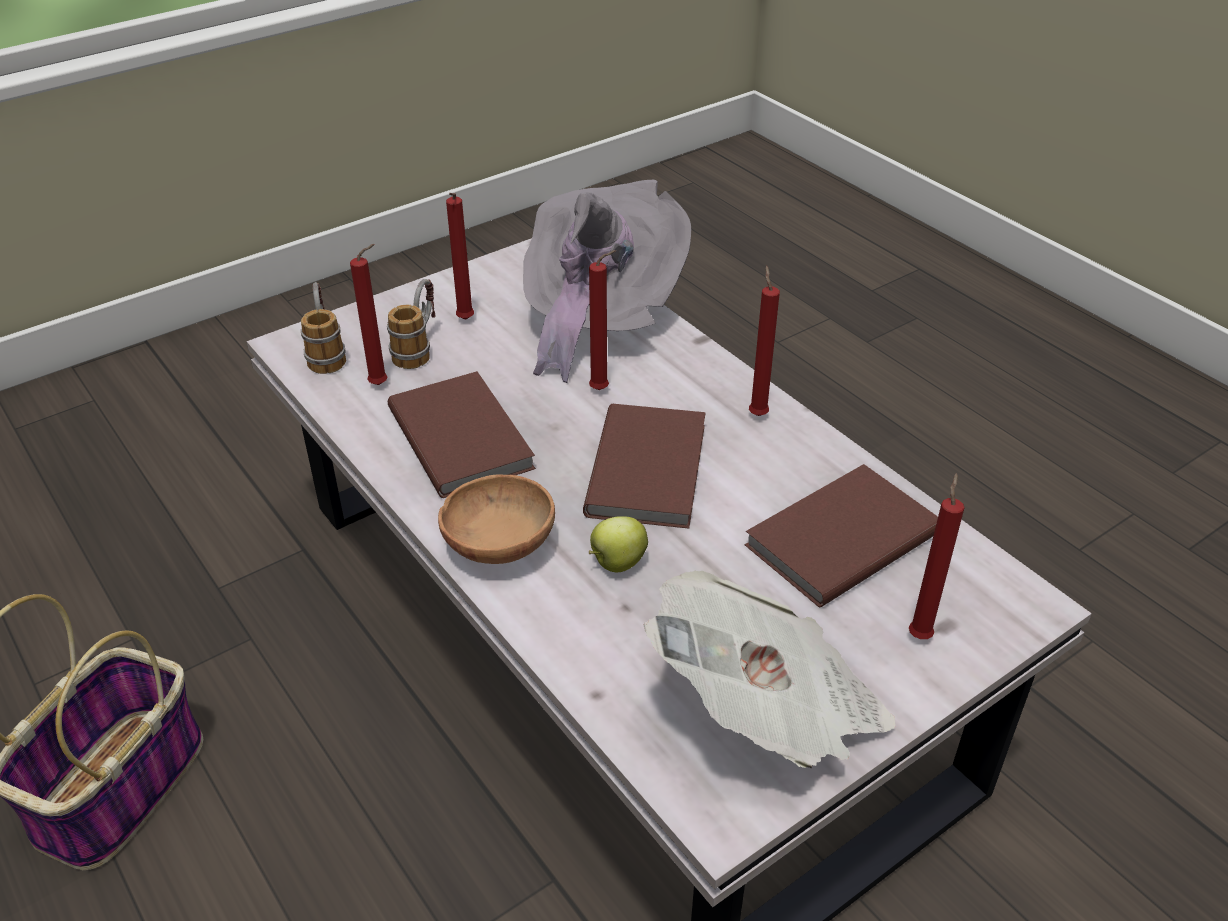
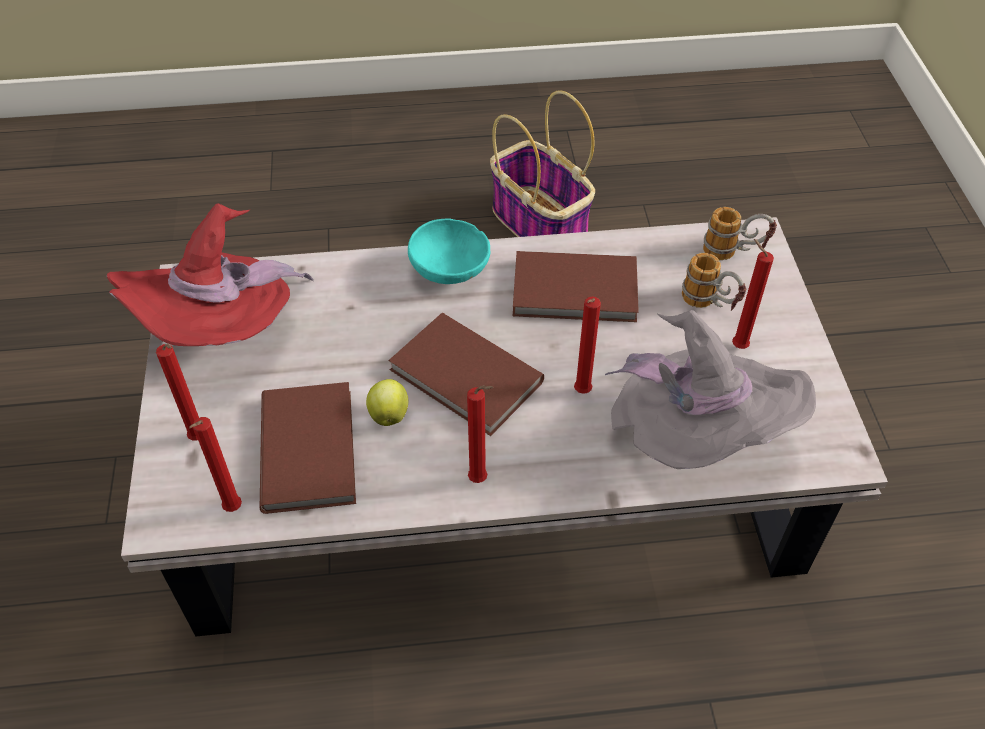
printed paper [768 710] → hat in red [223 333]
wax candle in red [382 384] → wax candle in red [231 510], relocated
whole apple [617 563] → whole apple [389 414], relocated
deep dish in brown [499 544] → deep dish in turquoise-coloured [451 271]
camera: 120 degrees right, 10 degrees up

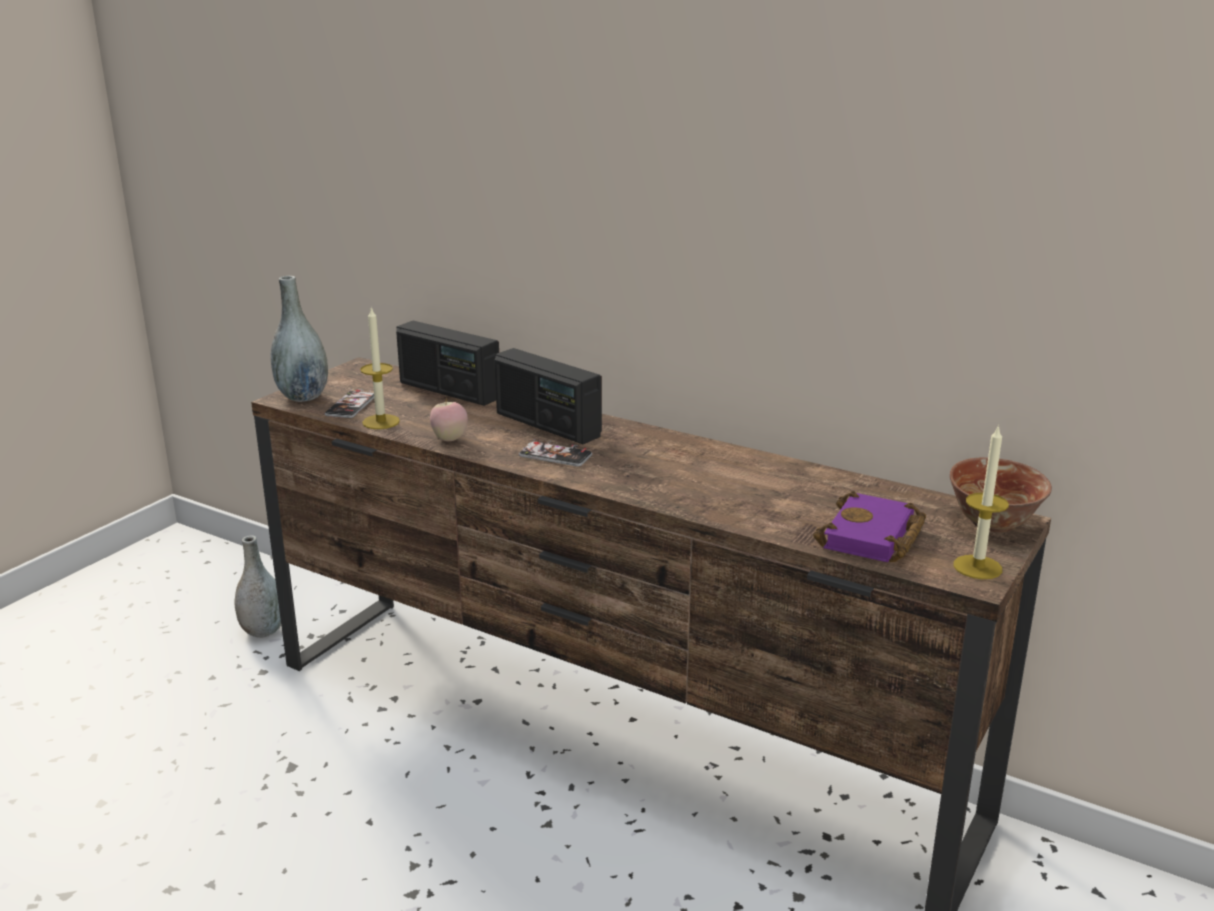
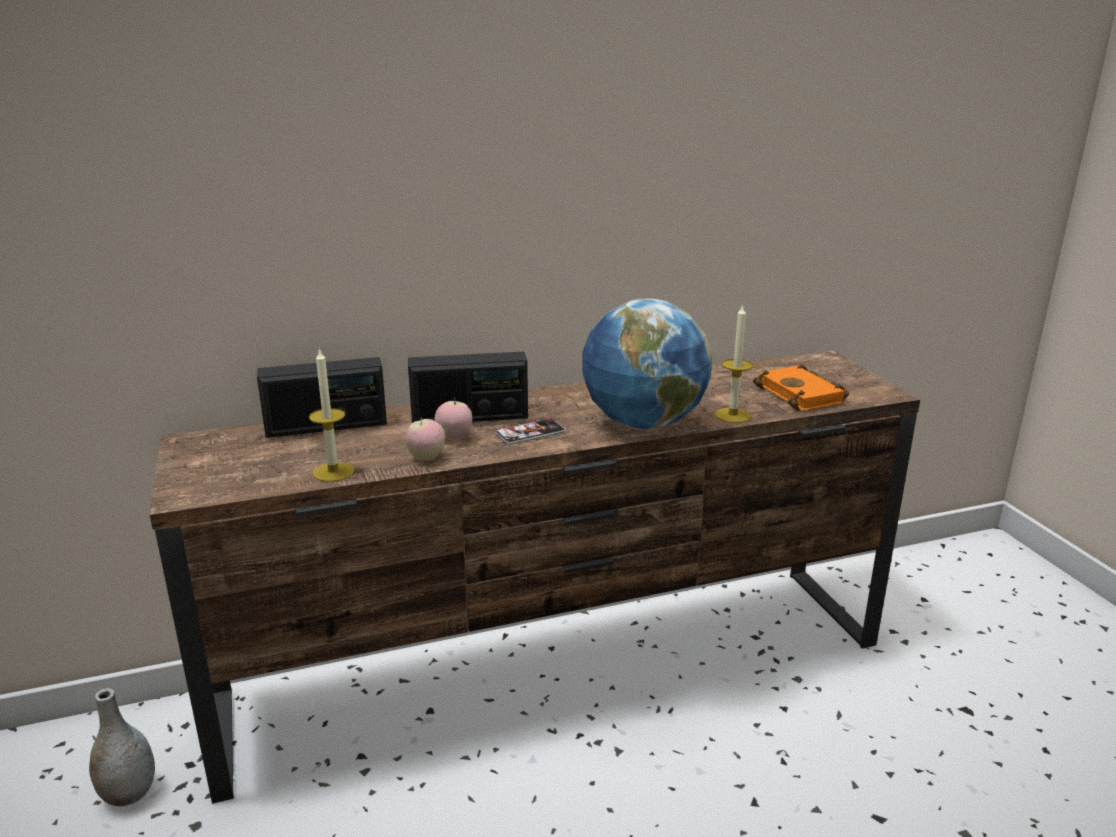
- → whole apple [454 438]
- → desk globe [643 423]
wax candle [977 567] → wax candle [732 415], relocated
book in purple [873 538] → book in orange-coloured [803 395]
decorative vase in grey [303 396] → -
handset [350 406] → -
deep dish [993 523] → -
camera: 50 degrees left, 0 degrees up

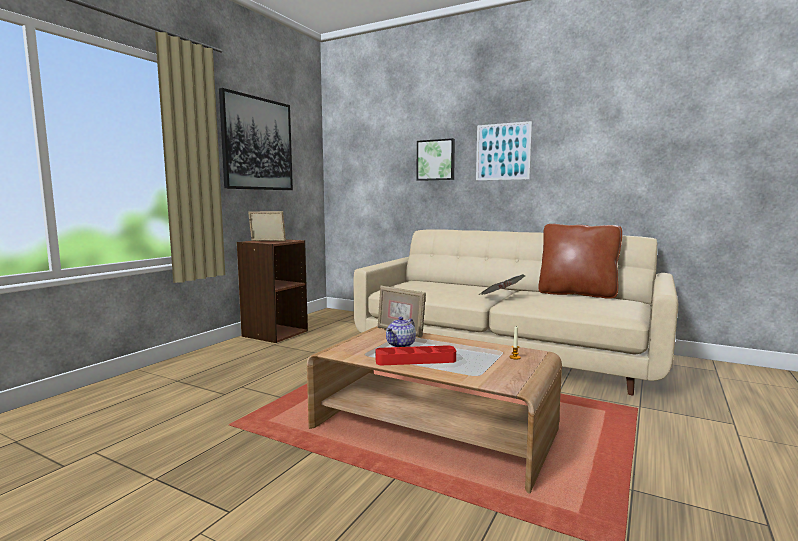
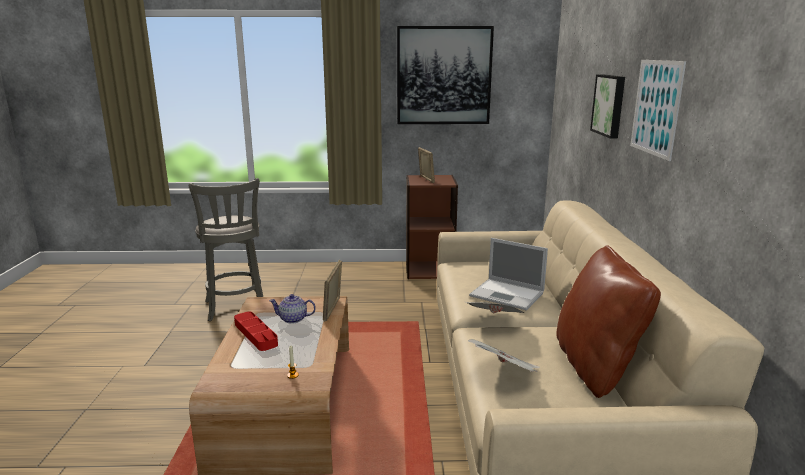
- → sitting stool in grey [236 308]
- → printed paper [505 373]
- → laptop [508 295]
camera: 60 degrees right, 10 degrees up

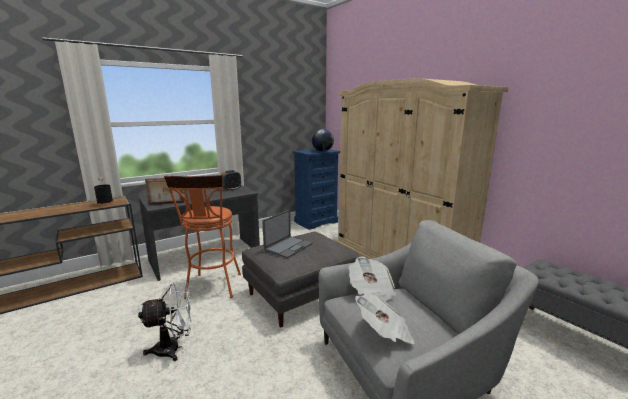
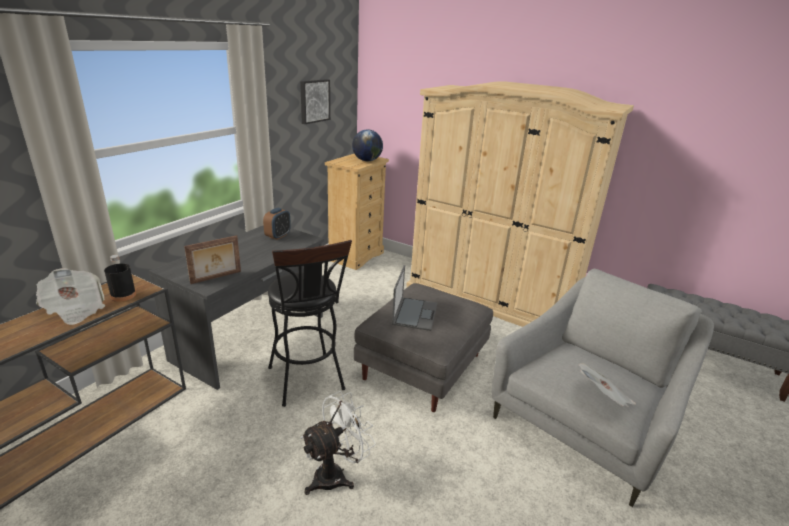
printed paper [371 292] → printed paper [75 309], relocated
sitting stool in orange-coloured [213 288] → sitting stool in blackish [308 382]
- → wall art [314 101]
chest of drawers in blue [316 222] → chest of drawers in beige-coloured [355 256]
camera: 25 degrees left, 10 degrees up

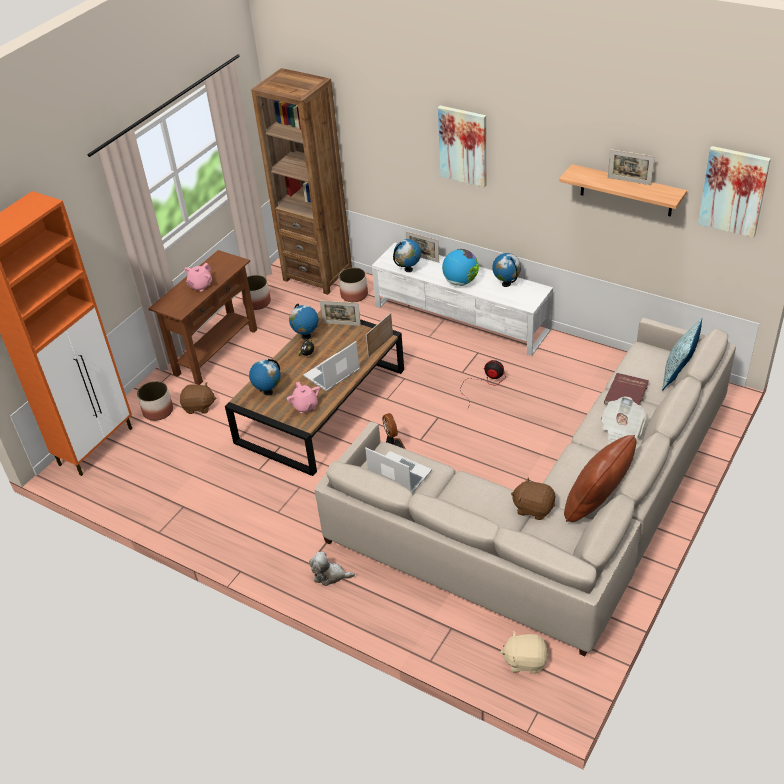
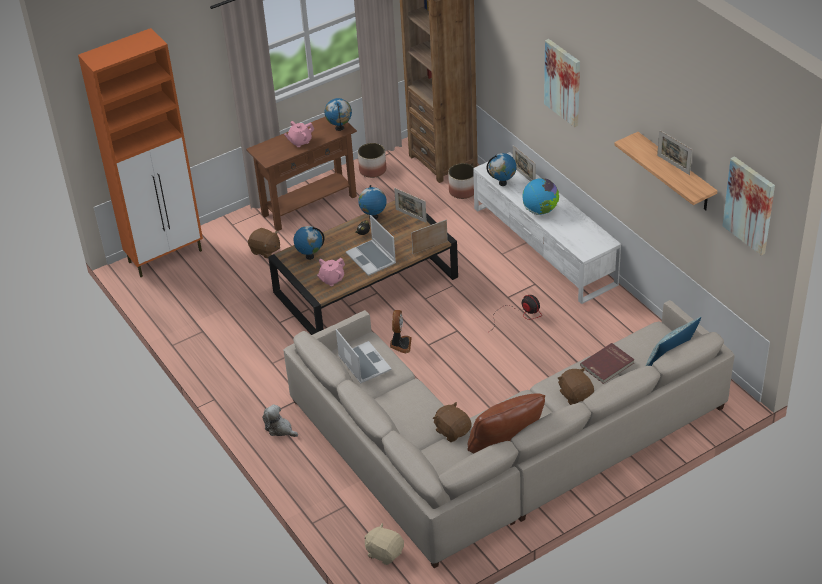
teapot in pink-coloured [305 406] → teapot in pink-coloured [331 279], 45 degrees clockwise
desk globe [506 284] → desk globe [339 128], relocated
laptop [332 374] → laptop [372 259], 105 degrees counterclockwise
printed paper [621 431] → soft toy in brown [576 395]
plant pot [158 411] → -
camera: 25 degrees right, 0 degrees up

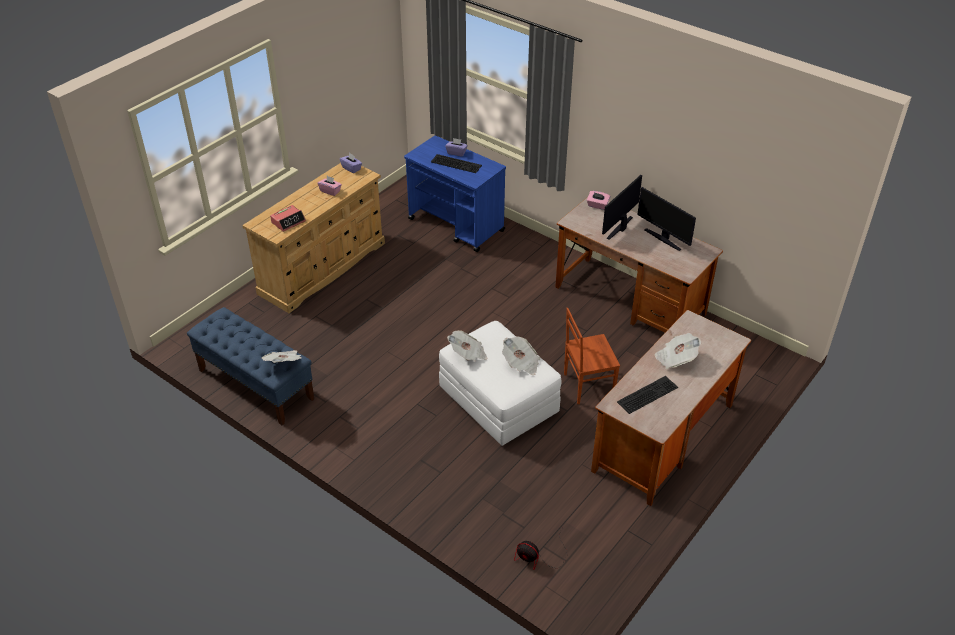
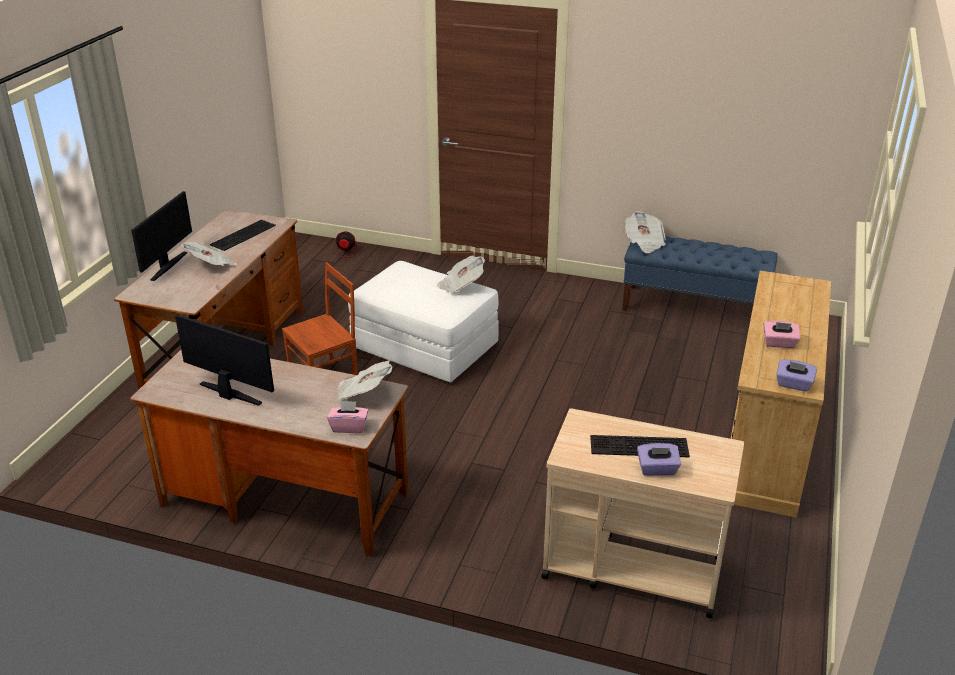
monitor [621 228] → monitor [167 266], relocated
printed paper [521 363] → printed paper [363 393], relocated
wheeled cart in blue [456 225] → wheeled cart in beige-coloured [631 567]
alarm clock [288 221] → -
camera: 160 degrees right, 10 degrees down

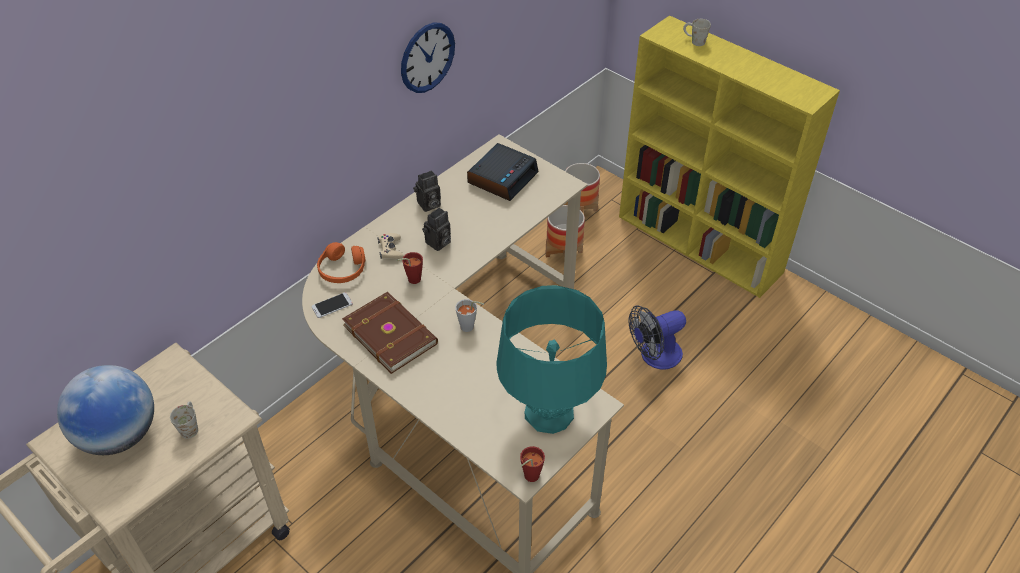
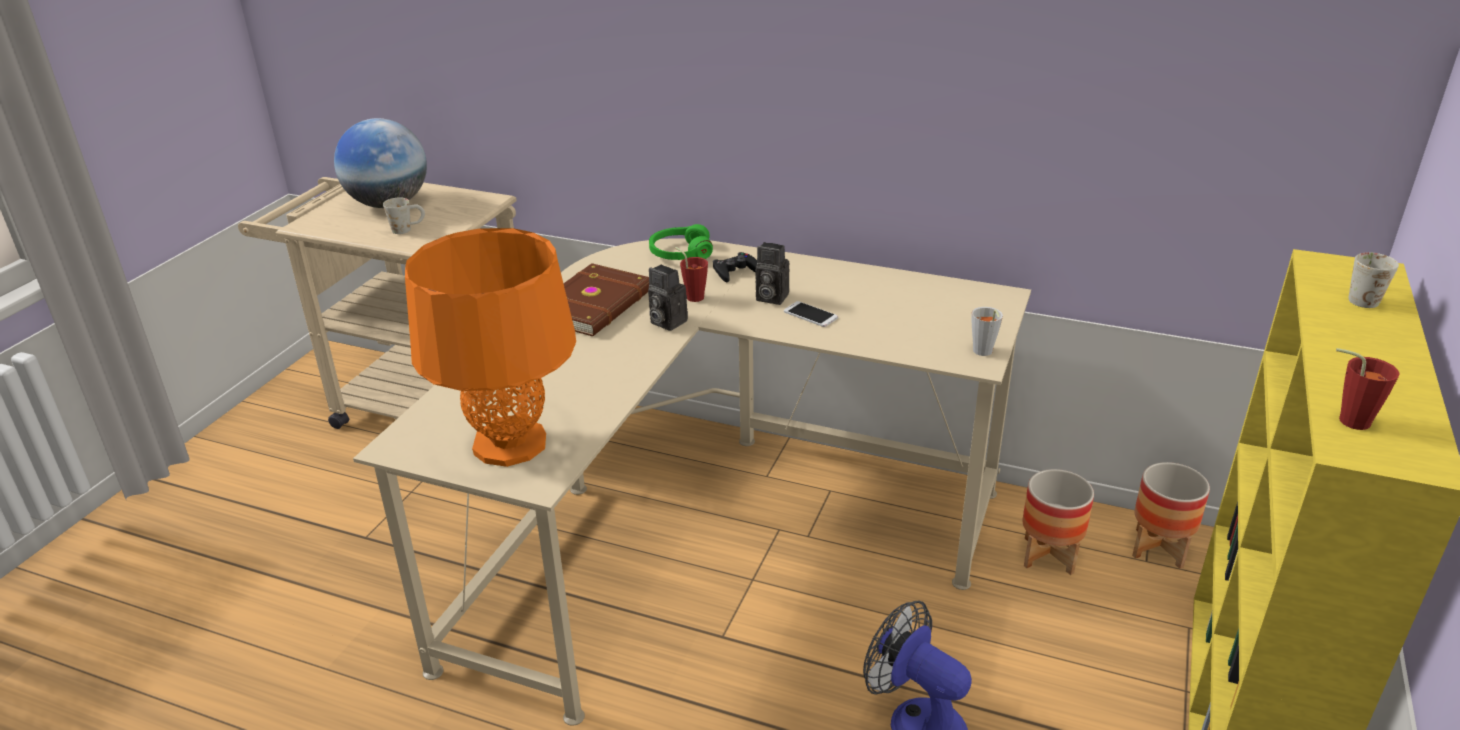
tabletop lamp in turquoise-coloured [549 413] → tabletop lamp in orange-coloured [509 444]
photo camera [428 205] → photo camera [666 322], relocated
headset in orange-coloured [342 269] → headset in green [680 253]
game controller in beige-coloured [390 249] → game controller in blackish [735 271]
handset [332 305] → handset [810 315], relocated
drinking cup in grey [470 327] → drinking cup in grey [983 353], relocated
drinking cup in red [529 477] → drinking cup in red [1347 420], relocated
hanging clock [427 57] → -
alarm clock [502 177] → -
camera: 70 degrees right, 15 degrees down

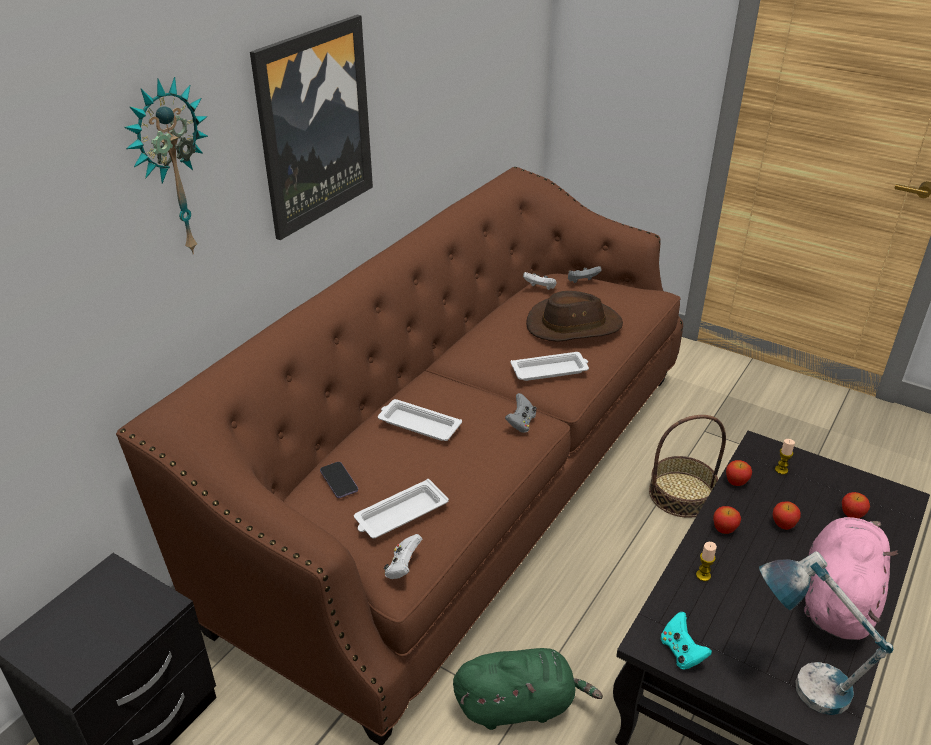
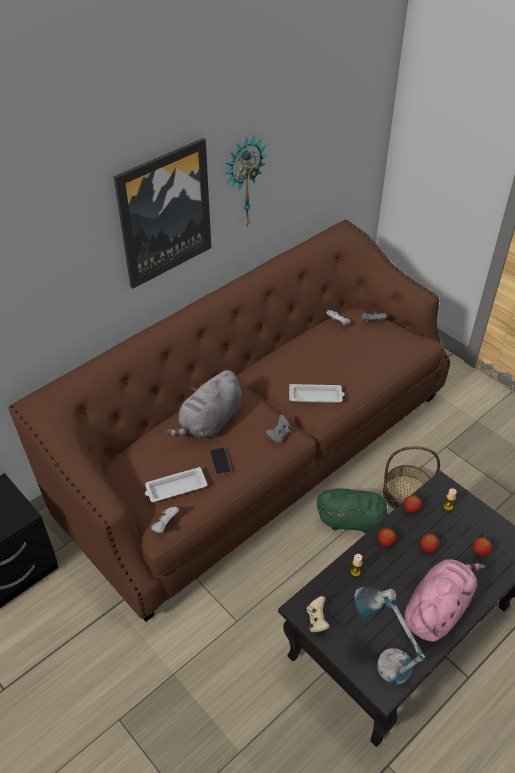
tray in whitish [418 424] → soft toy in grey [210 422]
handset [339 481] → handset [220 462], relocated
hanging clock [170 169] → hanging clock [243 182], relocated
game controller in turquoise-coloured [681 652] → game controller in beige-coloured [317 620]
soft toy in green [519 705] → soft toy in green [354 521], relocated
hat in brown [573 325] → -
camera: 15 degrees right, 10 degrees up

